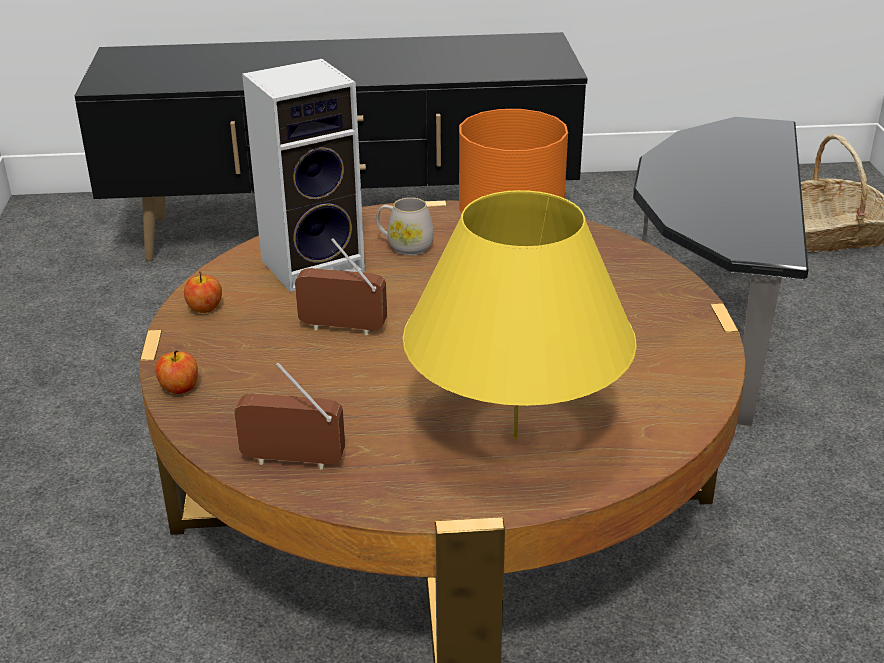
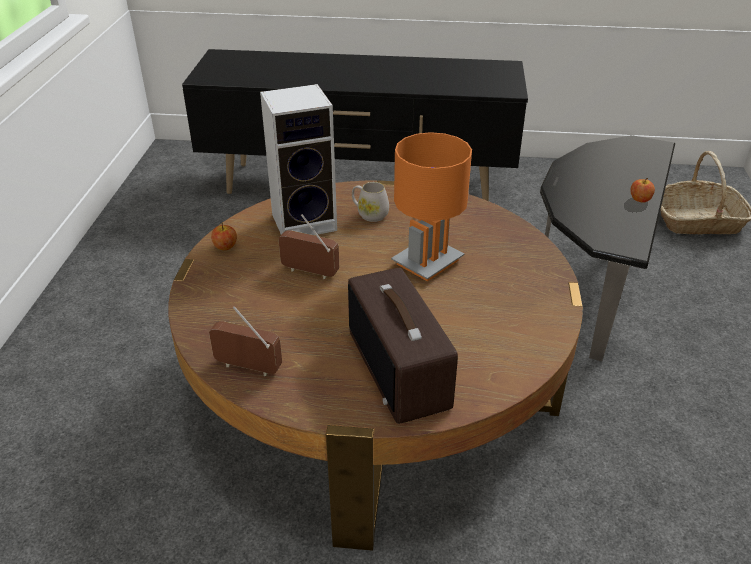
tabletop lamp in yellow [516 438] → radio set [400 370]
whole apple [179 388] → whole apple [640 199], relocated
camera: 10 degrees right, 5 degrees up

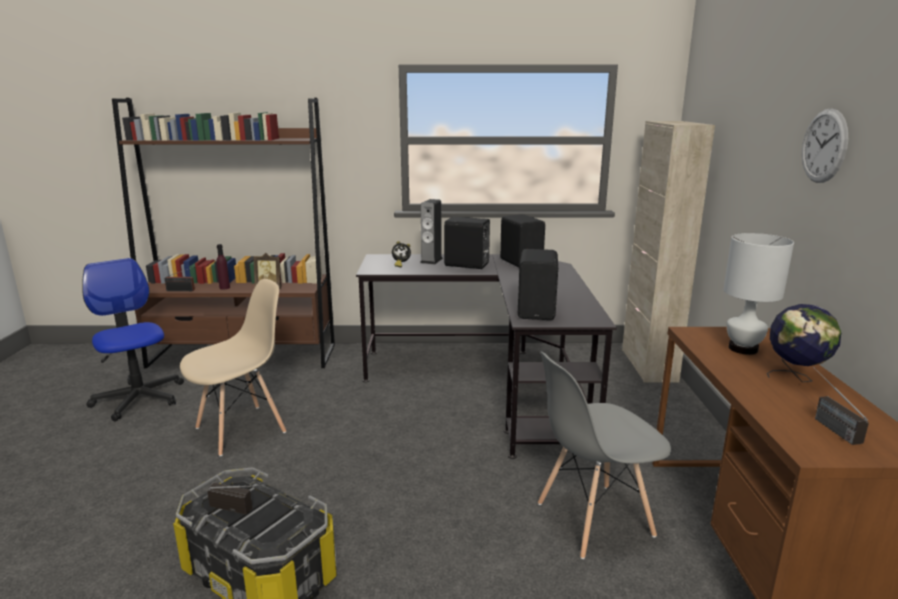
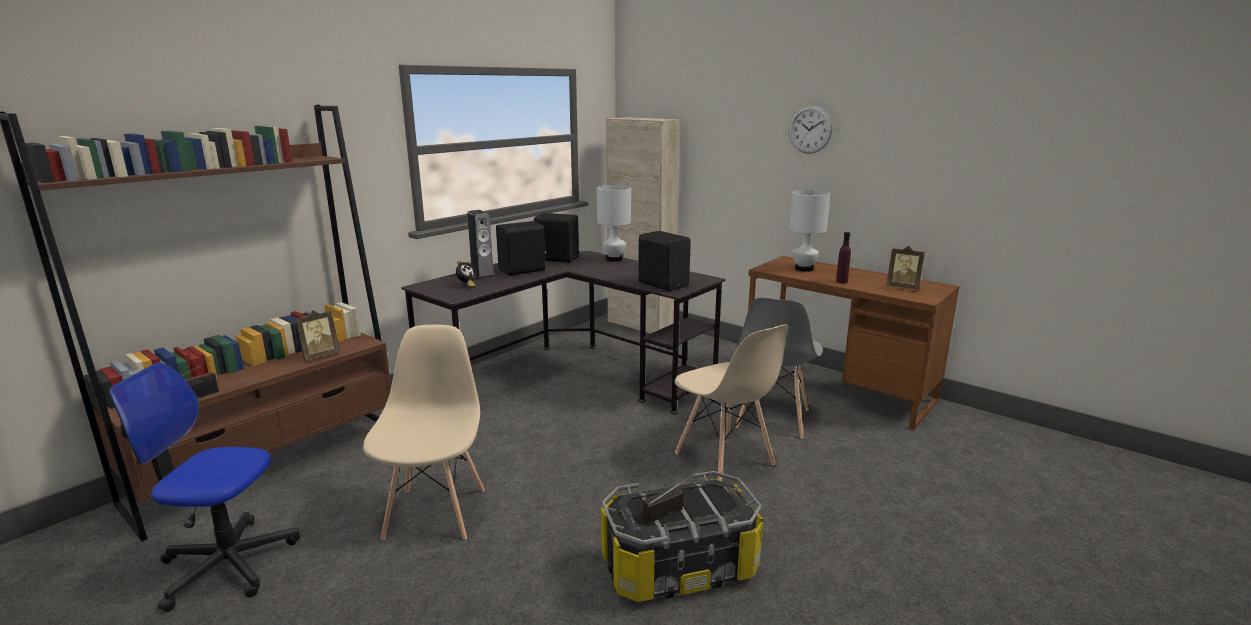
- → tabletop lamp in whitish [613 259]
- → plain chair in beige-coloured [725 459]
beverage bottle in purple [224 288] → beverage bottle in purple [841 281], relocated
radio set [826 424] → picture frame [903 287]
desk globe [795 378] → -
camera: 50 degrees left, 0 degrees up

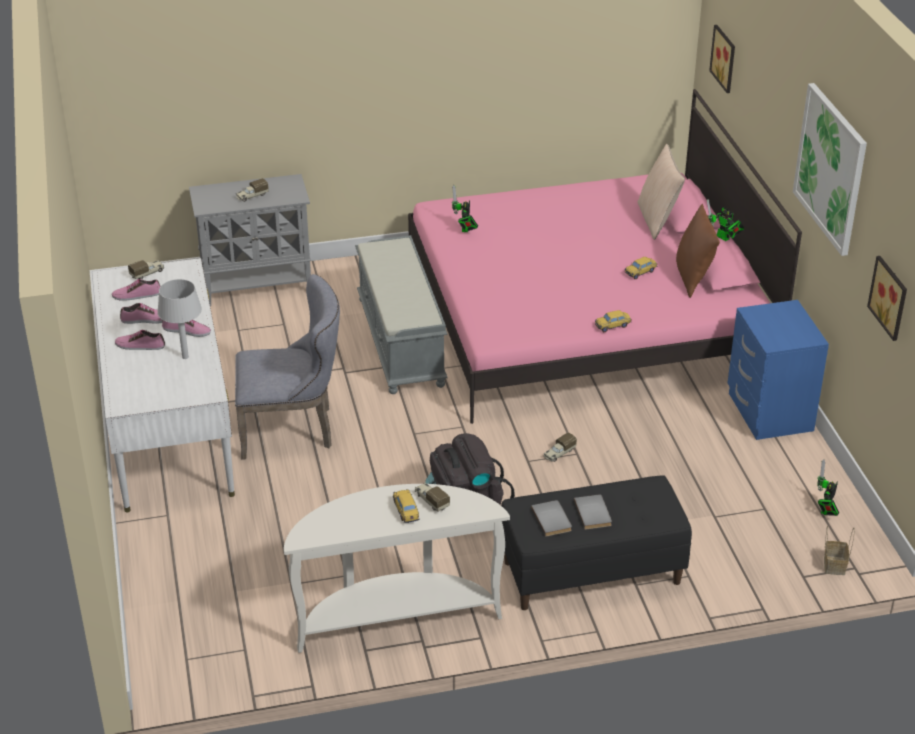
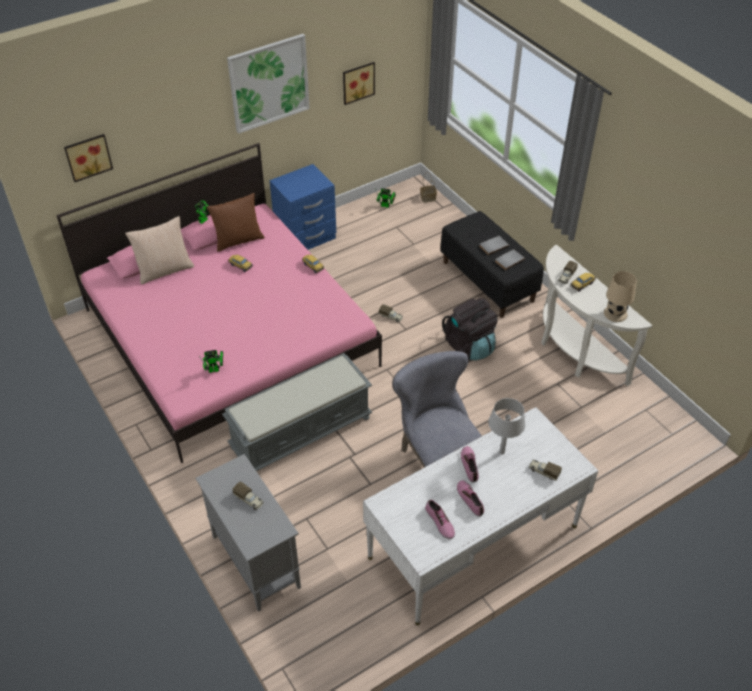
toy truck [147 273] → toy truck [543 472], relocated
- → tabletop lamp in beige-coloured [615 314]
shoe [140 345] → -
camera: 110 degrees left, 10 degrees up

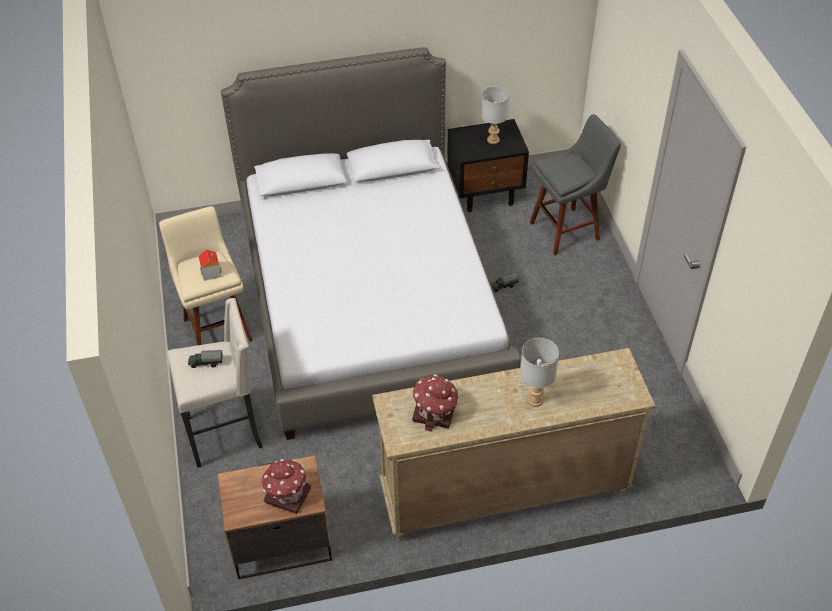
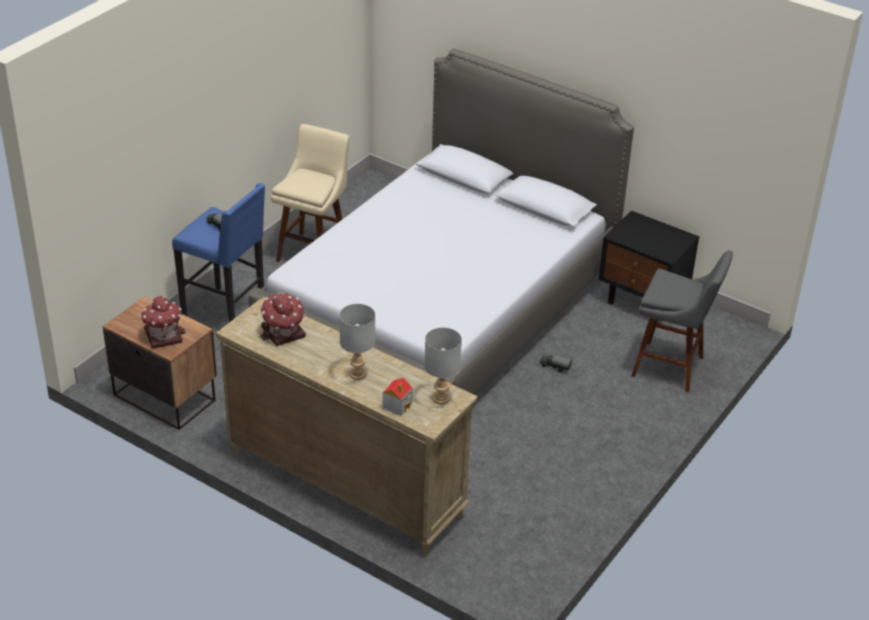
sitting stool in beige-coloured [226 433] → sitting stool in blue [227 314]
toy house [211 272] → toy house [397 405], relocated
tabletop lamp in grey [493 140] → tabletop lamp in grey [441 399], relocated
camera: 45 degrees right, 10 degrees down

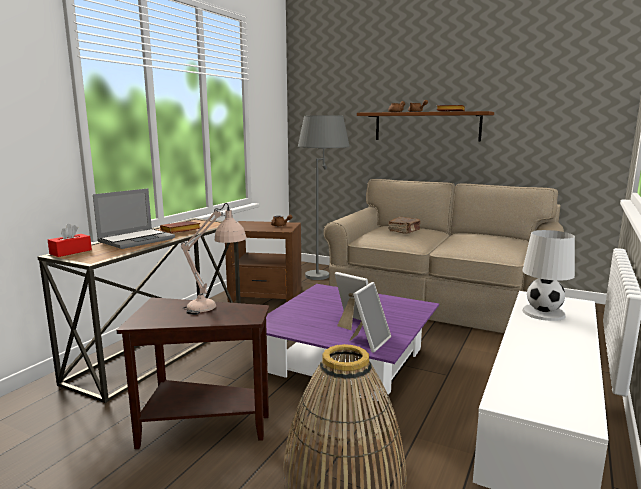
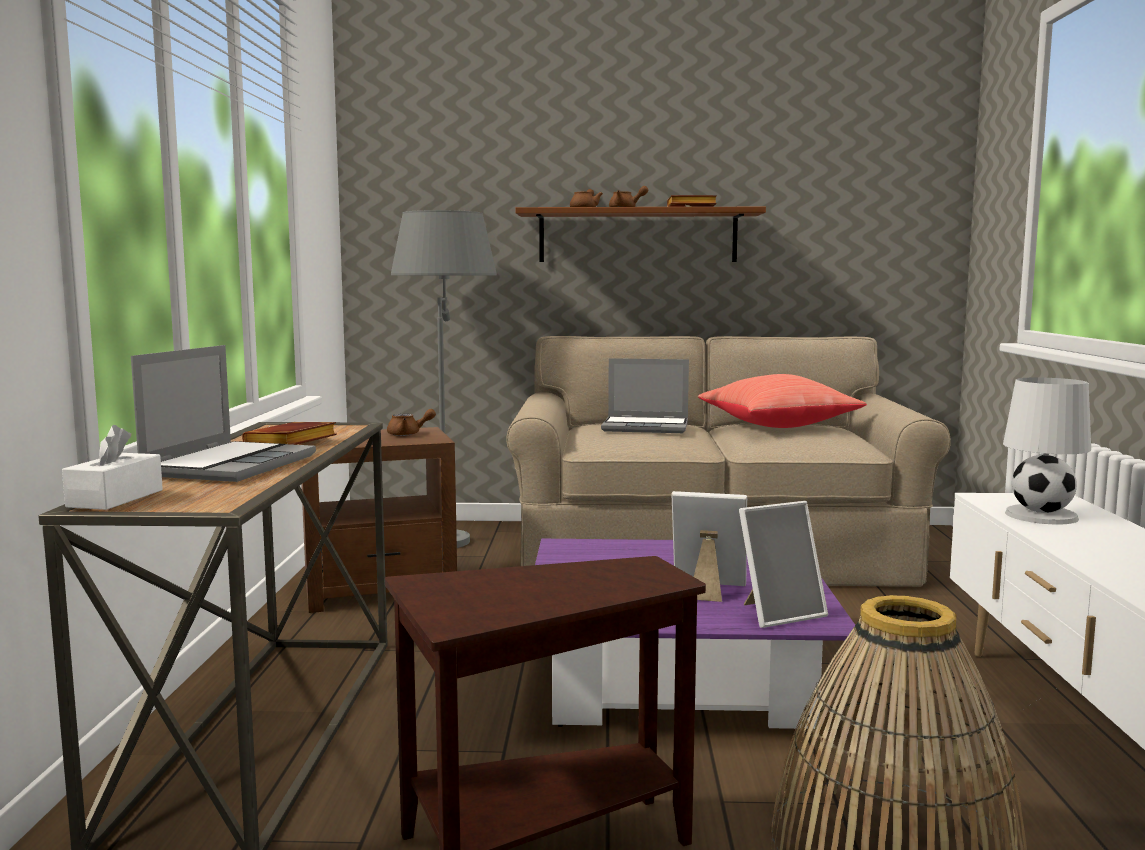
tissue box in red [71 252] → tissue box in whitish [115 498]
book in brown [404 231] → laptop [646 427]
- → throw pillow in red [776 426]
picture frame [369 341] → picture frame [779 614], 60 degrees clockwise
tabletop lamp in beige-coloured [215 308] → -
camera: 25 degrees left, 5 degrees down

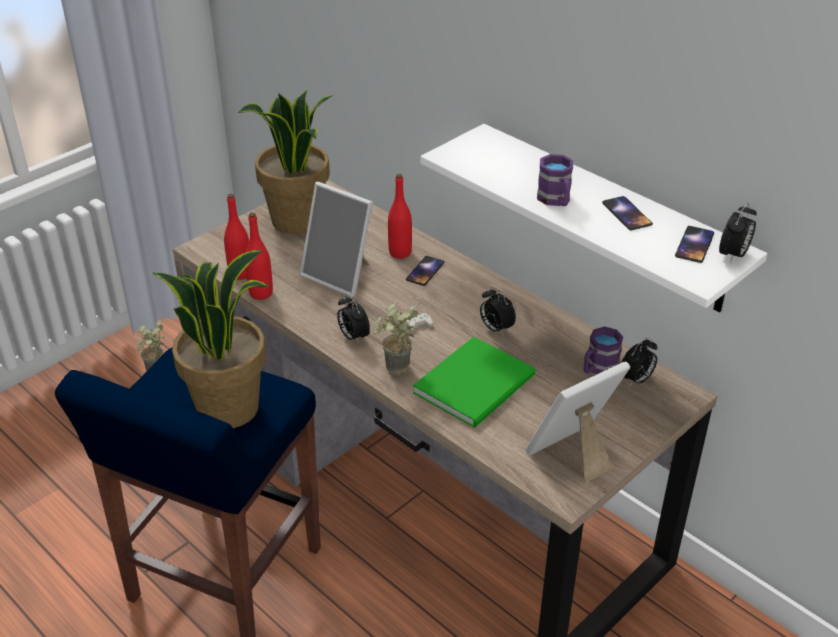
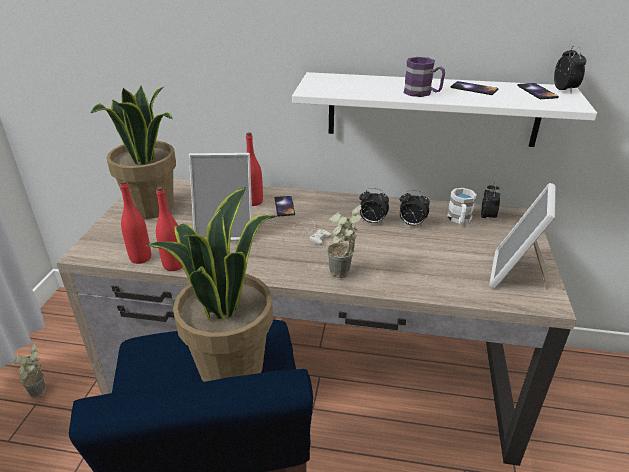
alarm clock [353 337] → alarm clock [411 224], relocated
coffee mug in purple [598 368] → coffee mug in whitish [459 220]
book in green [478 383] → -
camera: 35 degrees left, 5 degrees down

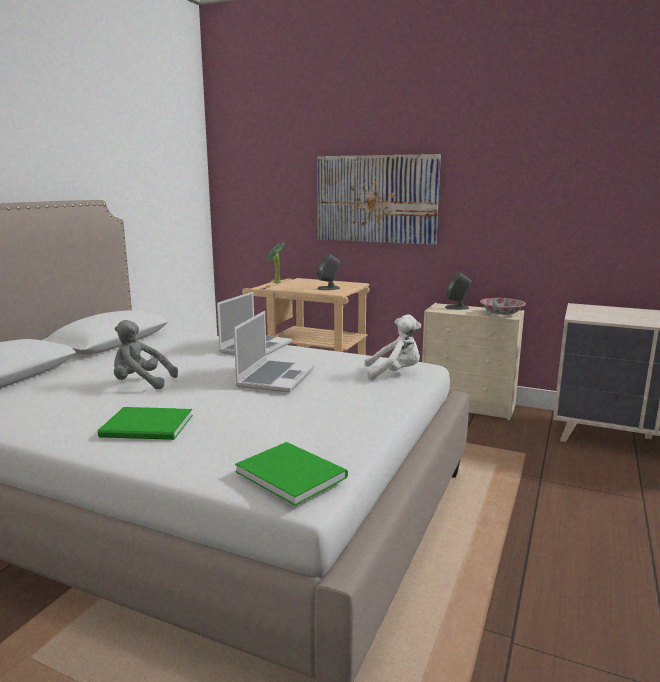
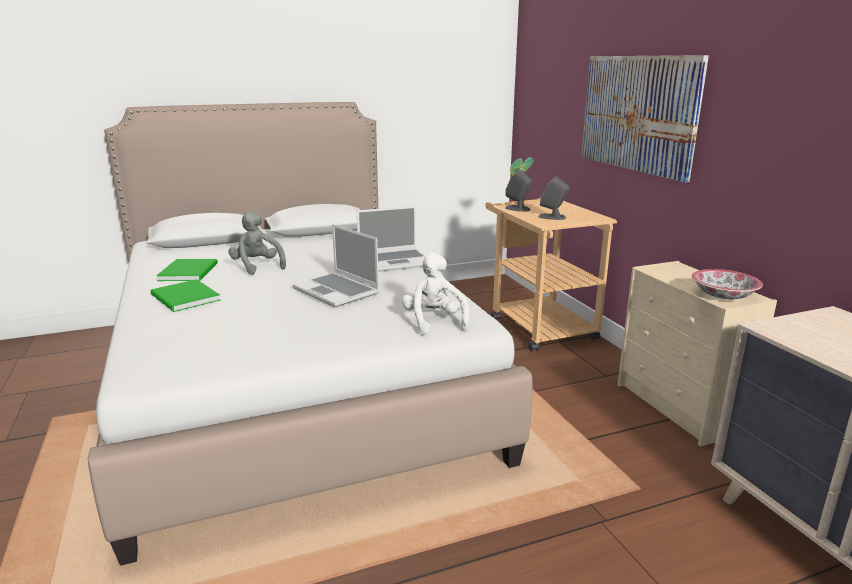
book in green [291 472] → book in green [190 271], relocated
laptop [275 377] → laptop [337 291], 75 degrees clockwise
soft toy in whitish [395 373] → soft toy in whitish [434 322], 150 degrees counterclockwise
audio speaker in grey [457 307] → audio speaker in grey [518 209], relocated
camera: 45 degrees right, 5 degrees up

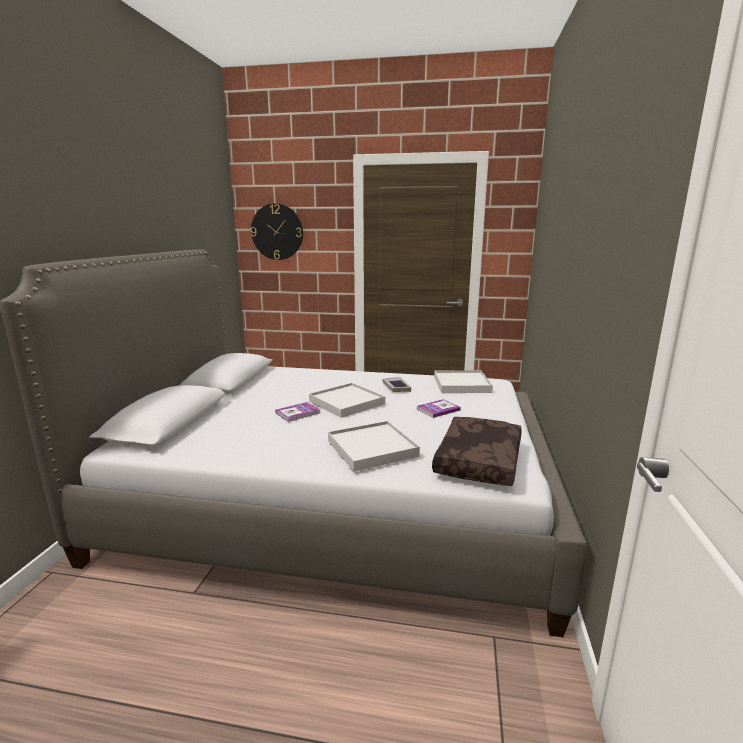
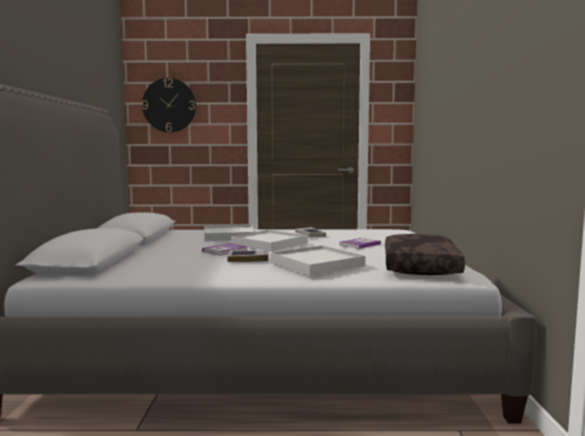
tray in whitish [462 384] → tray in whitish [229 236], relocated
- → book [248 259]
camera: 10 degrees left, 10 degrees down

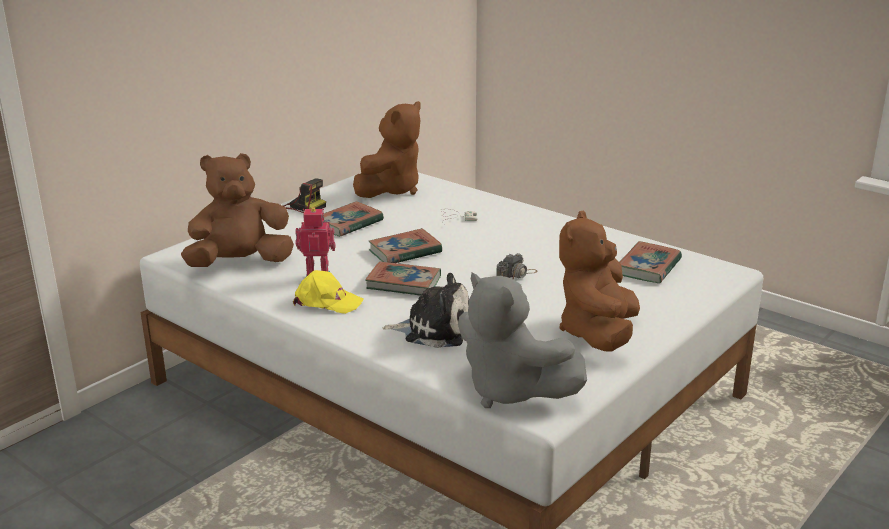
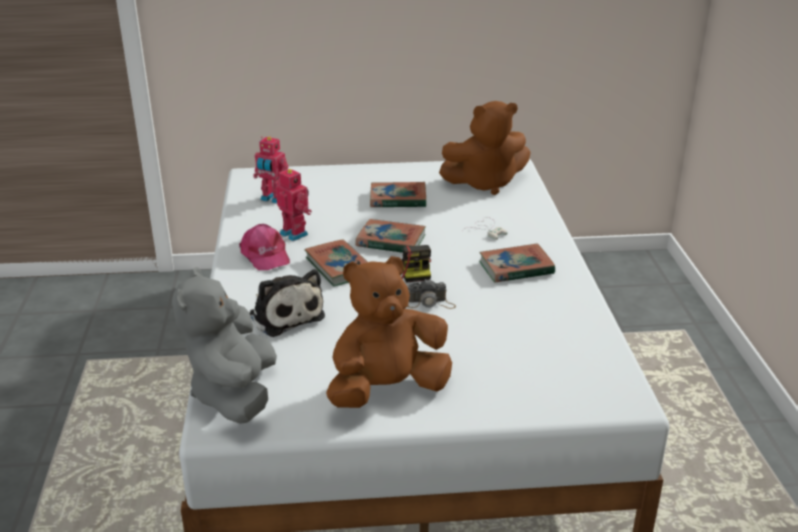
cap in yellow [327 302] → cap in pink-coloured [265 255]
soft toy in brown [240 263] → model robot [272 199]
photo camera [304 206] → photo camera [414 270], relocated
book [648 267] → book [516 268], relocated
camera: 45 degrees right, 5 degrees up

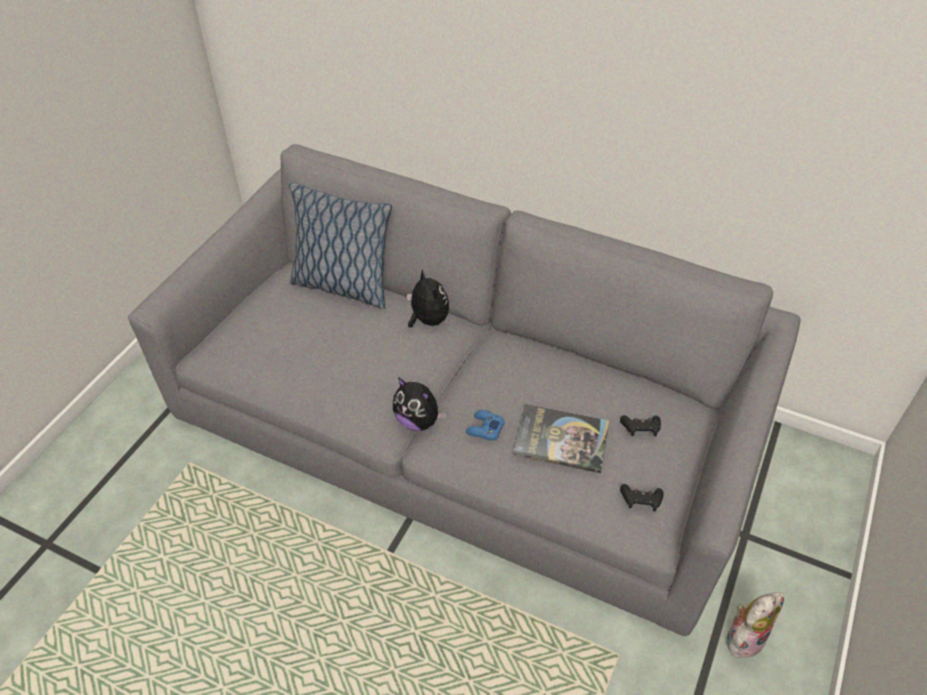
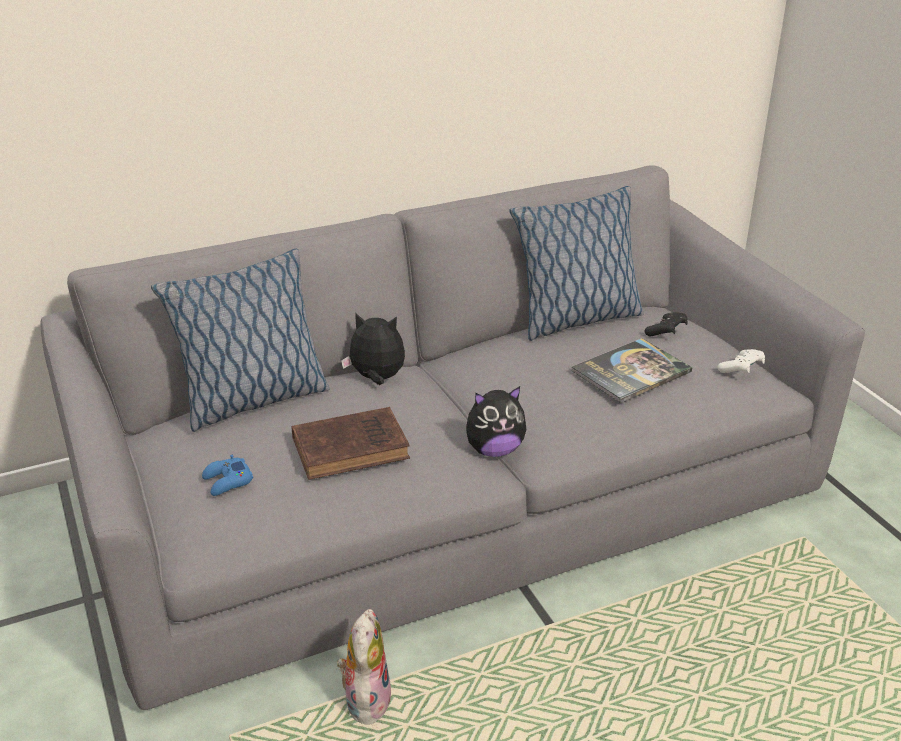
game controller in blue [484 428] → game controller in blue [227 481], relocated
- → book in brown [353 448]
soft toy [744 637] → soft toy [365 700], relocated
- → throw pillow [576 320]
game controller in blackish [640 502] → game controller in whitish [741 369]
camera: 50 degrees left, 15 degrees down

